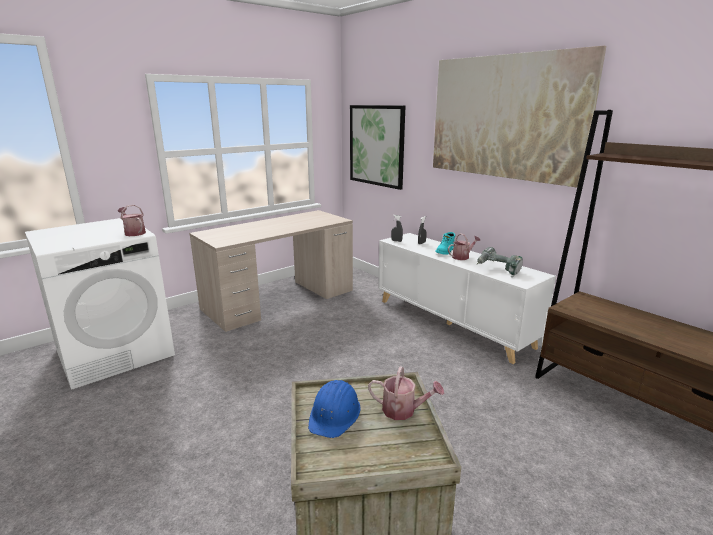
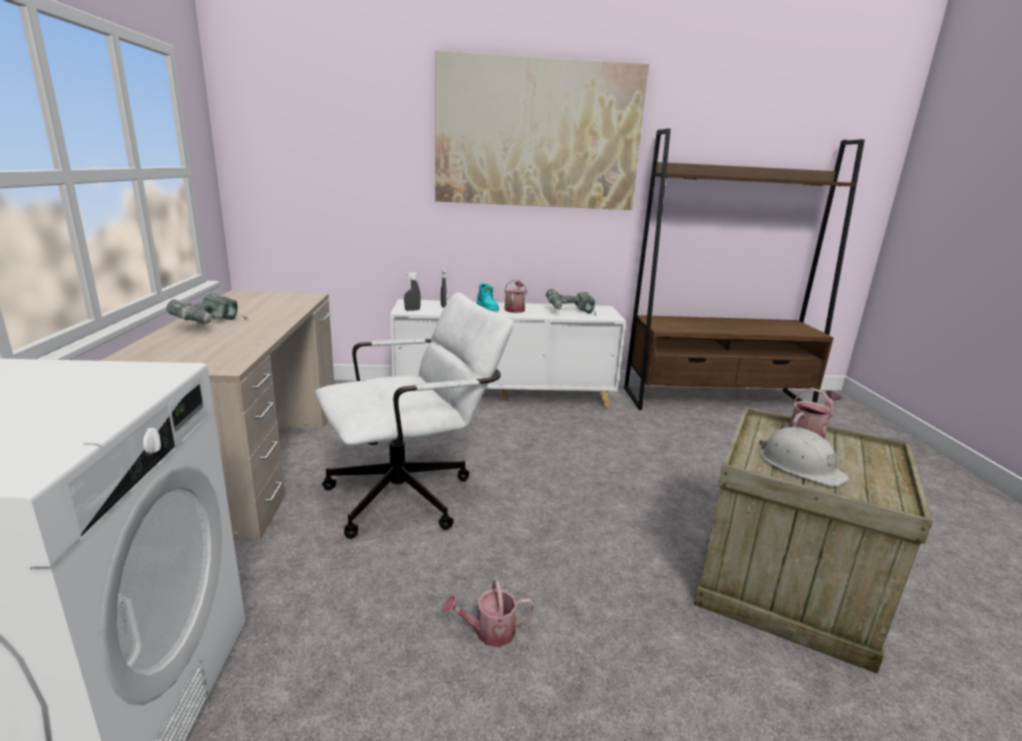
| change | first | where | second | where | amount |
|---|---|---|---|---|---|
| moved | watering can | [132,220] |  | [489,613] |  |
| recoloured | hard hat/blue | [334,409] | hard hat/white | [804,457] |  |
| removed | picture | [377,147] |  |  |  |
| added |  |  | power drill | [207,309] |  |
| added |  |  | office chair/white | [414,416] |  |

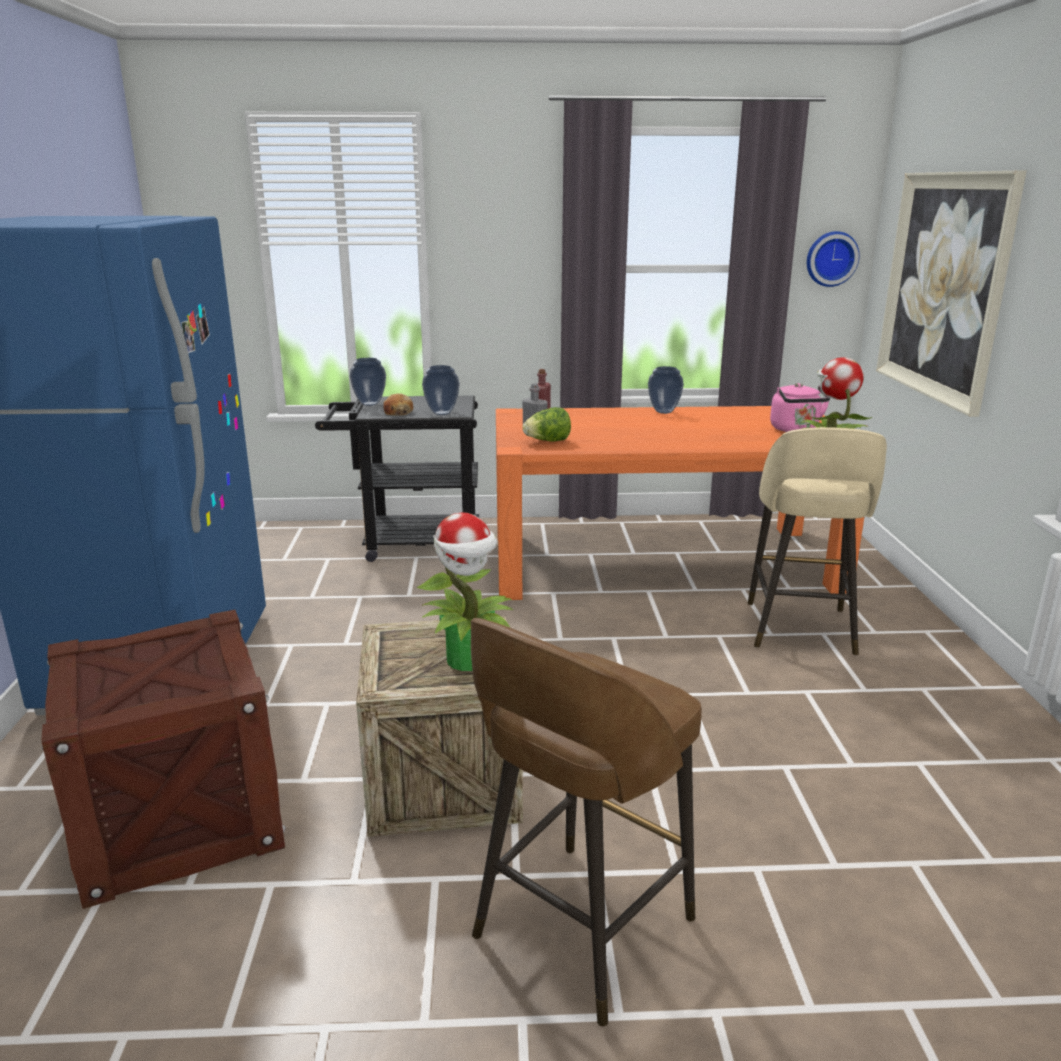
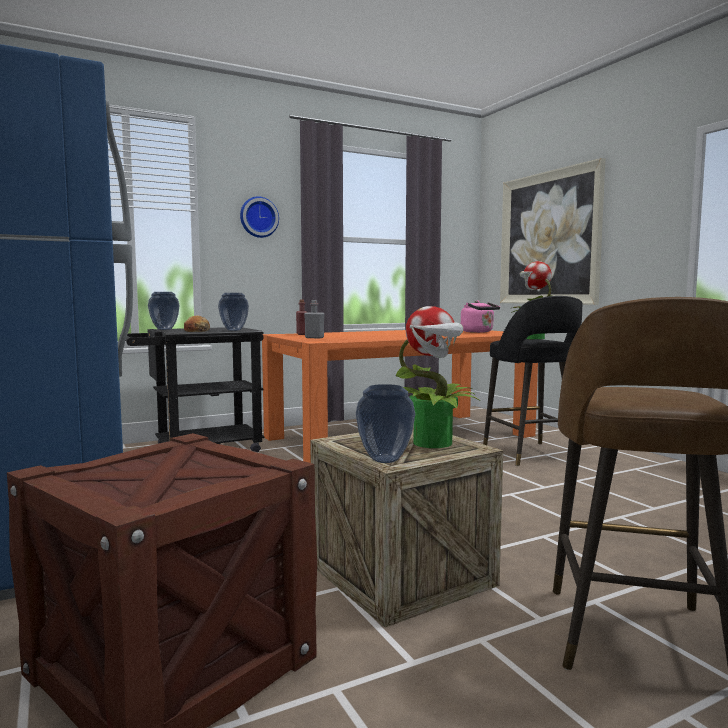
| change | first | where | second | where | amount |
|---|---|---|---|---|---|
| removed | lettuce | [546,424] |  |  |  |
| moved | vase | [666,390] |  | [385,423] |  |
| recoloured | stool/beige | [817,541] | stool/black | [533,381] |  |
| moved | wall clock | [833,259] |  | [259,217] |  |

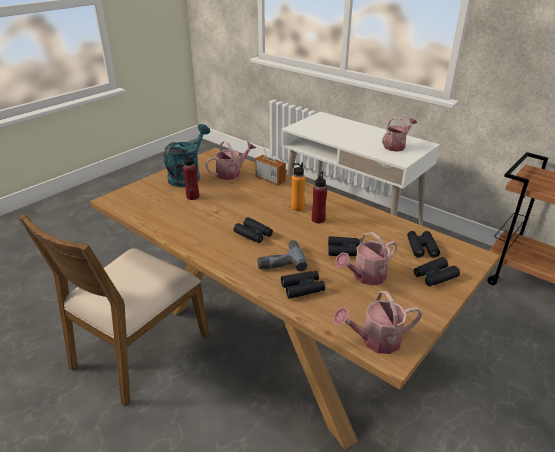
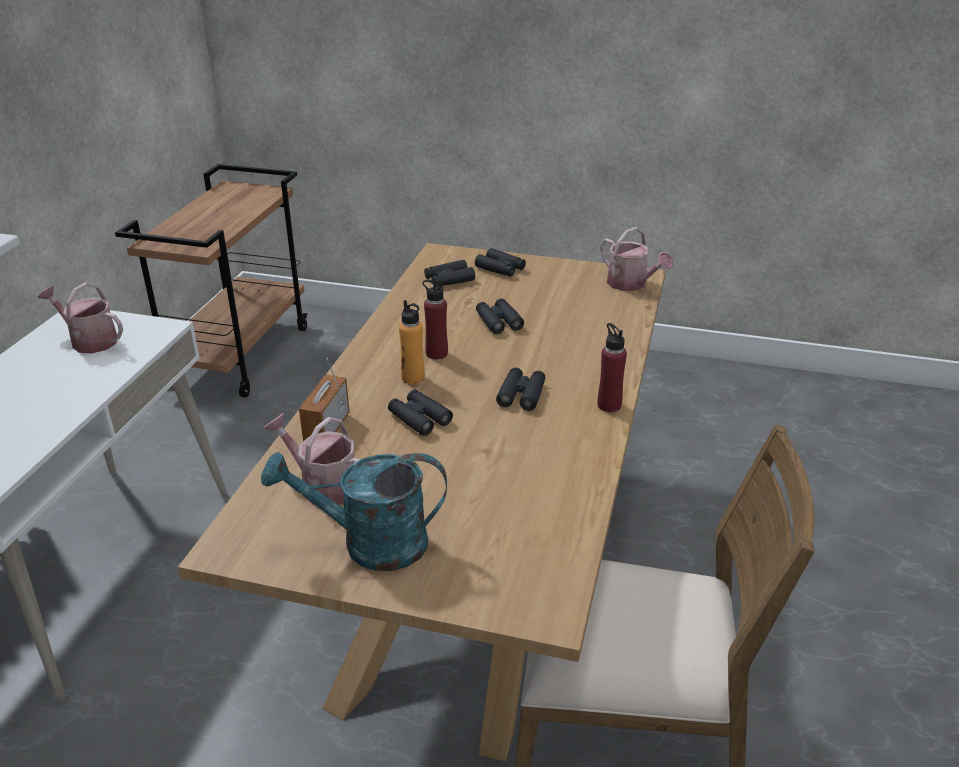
| change | first | where | second | where | amount |
|---|---|---|---|---|---|
| moved | bottle/red | [191,176] |  | [612,367] |  |
| removed | power drill | [283,255] |  |  |  |
| moved | binoculars/black | [303,285] |  | [420,413] |  |
| removed | watering can | [366,259] |  |  |  |

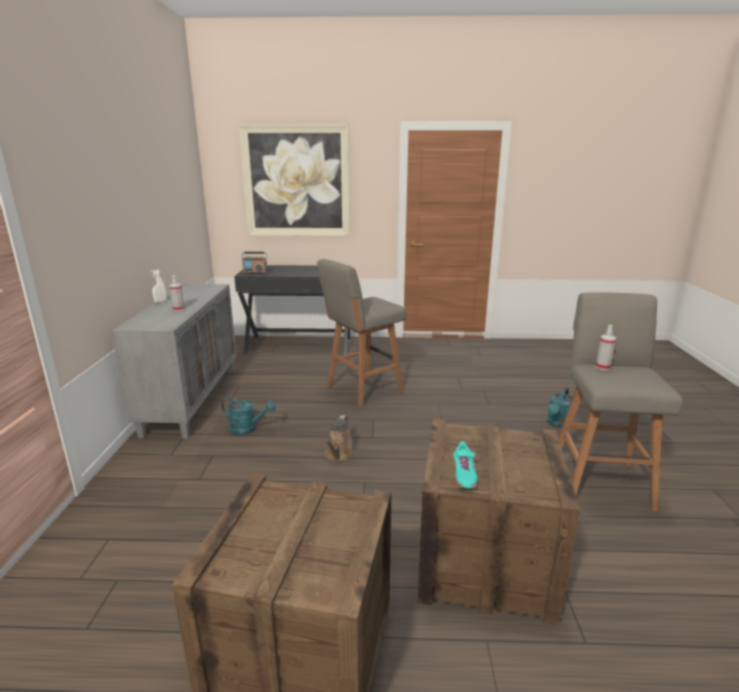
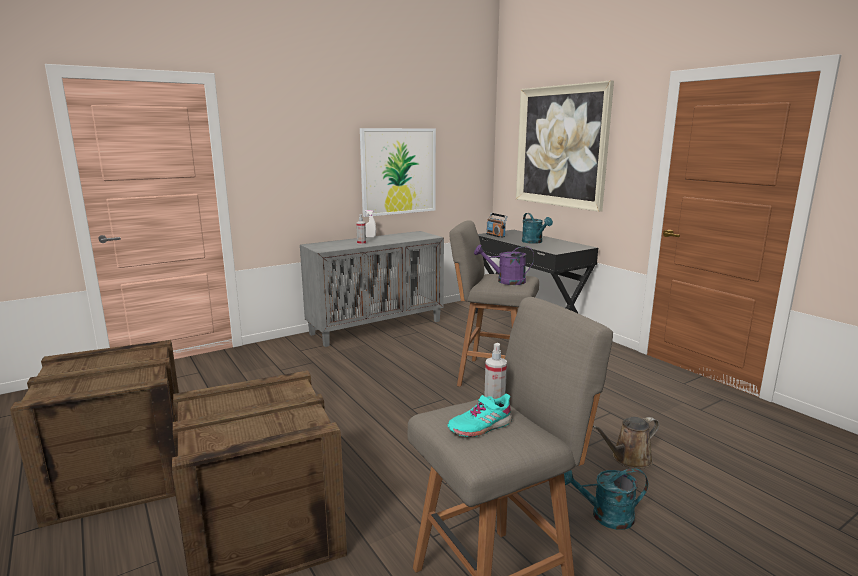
| change | first | where | second | where | amount |
|---|---|---|---|---|---|
| moved | watering can/turquoise | [249,416] |  | [537,228] |  |
| moved | watering can/brown | [340,438] |  | [626,442] |  |
| moved | shoe/turquoise | [465,465] |  | [479,415] |  |
| added |  |  | picture | [398,172] |  |
| added |  |  | watering can/purple | [504,265] |  |

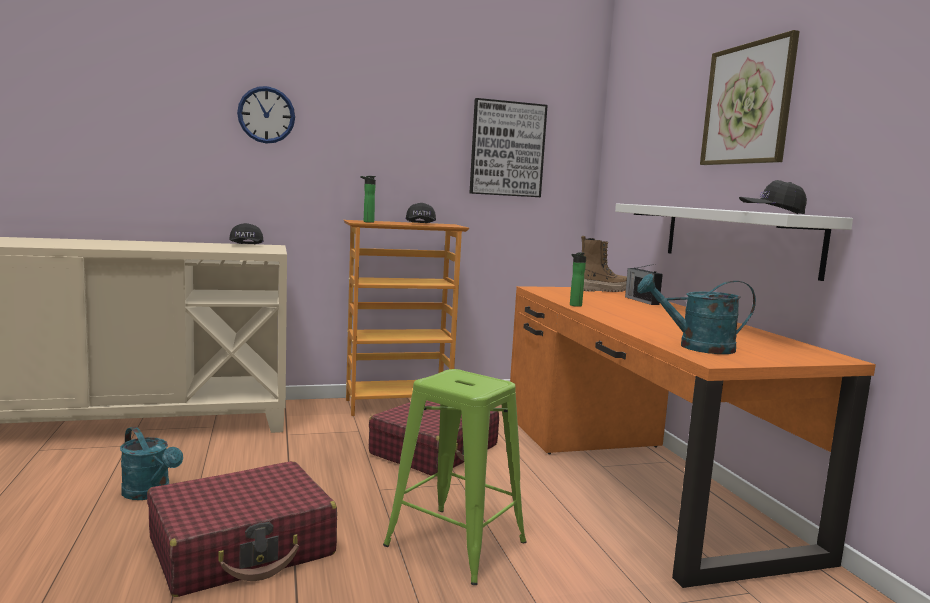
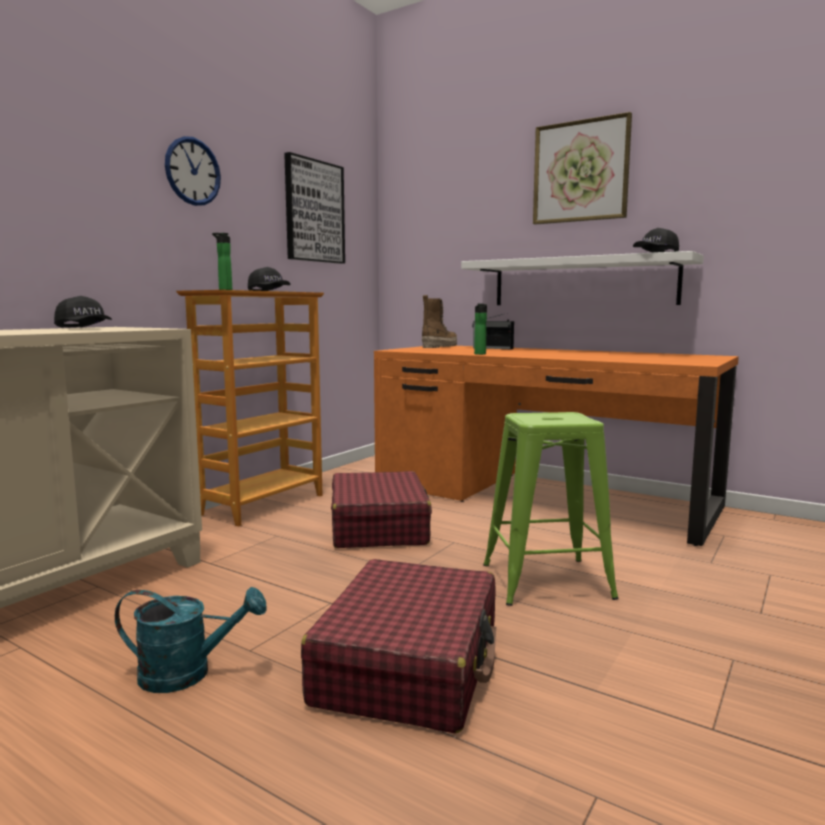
| change | first | where | second | where | amount |
|---|---|---|---|---|---|
| moved | wall clock | [266,115] |  | [193,171] |  |
| removed | watering can/turquoise | [696,314] |  |  |  |

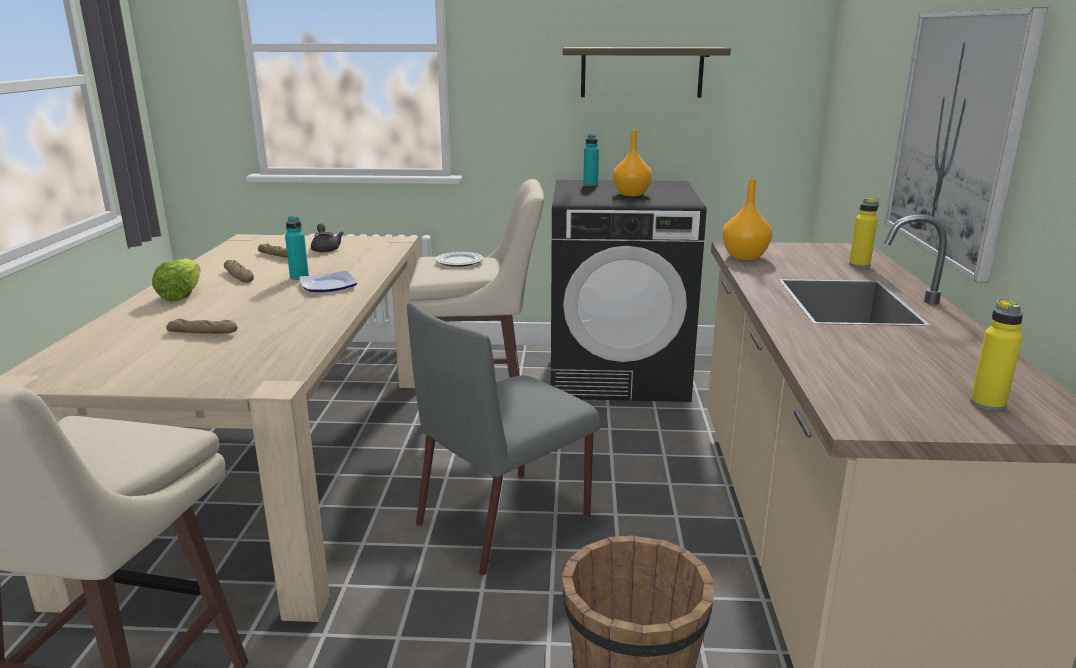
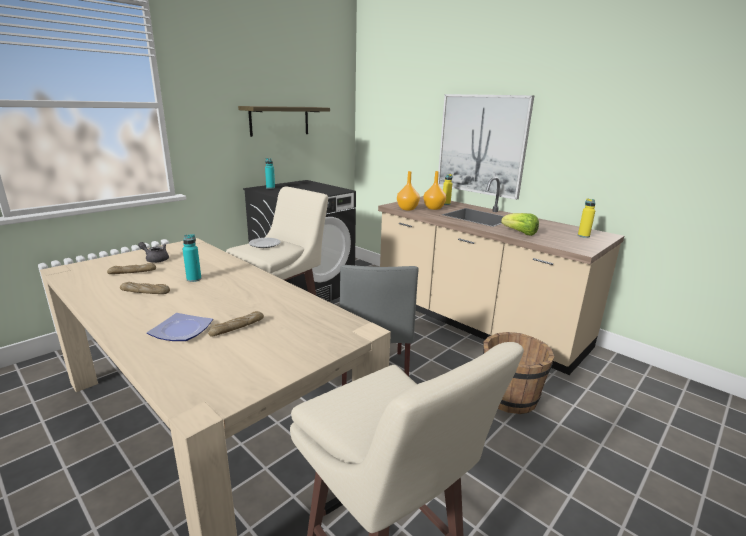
| change | first | where | second | where | amount |
|---|---|---|---|---|---|
| moved | lettuce | [176,279] |  | [520,224] |  |
| moved | plate | [328,281] |  | [180,327] |  |
| moved | vase/orange | [632,163] |  | [435,190] |  |

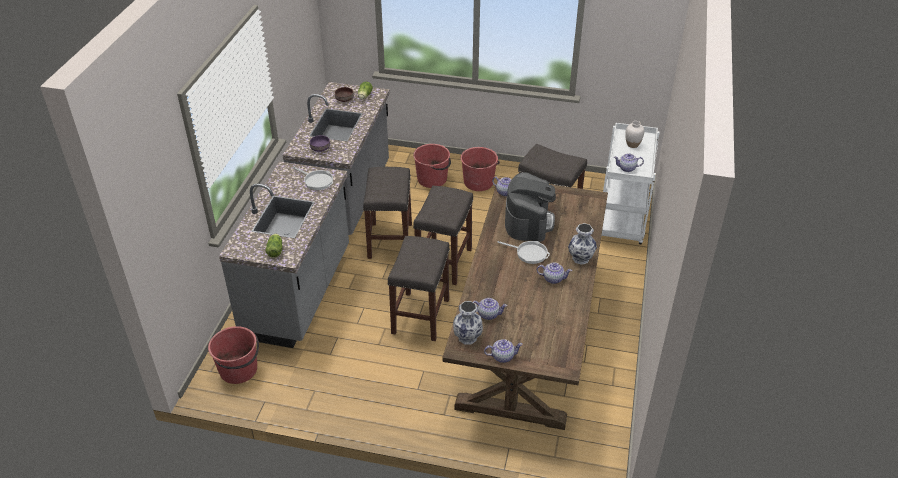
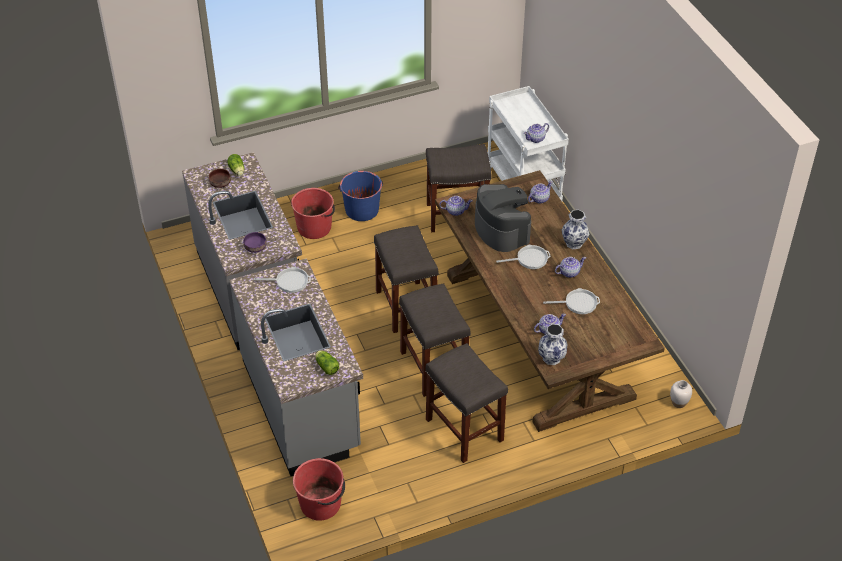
| change | first | where | second | where | amount |
|---|---|---|---|---|---|
| moved | stool/grey | [387,213] |  | [466,403] |  |
| recoloured | bucket/red | [480,169] | bucket/blue | [360,196] |  |
| moved | teapot | [503,351] |  | [540,192] |  |
| moved | vase/white | [634,134] |  | [681,394] |  |
| added |  |  | frying pan | [571,301] |  |

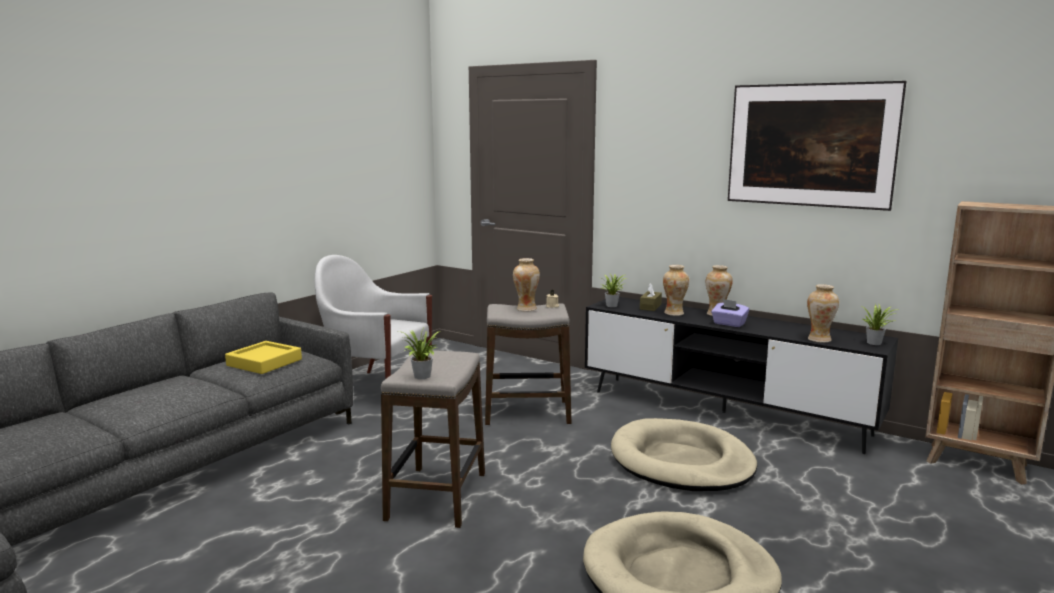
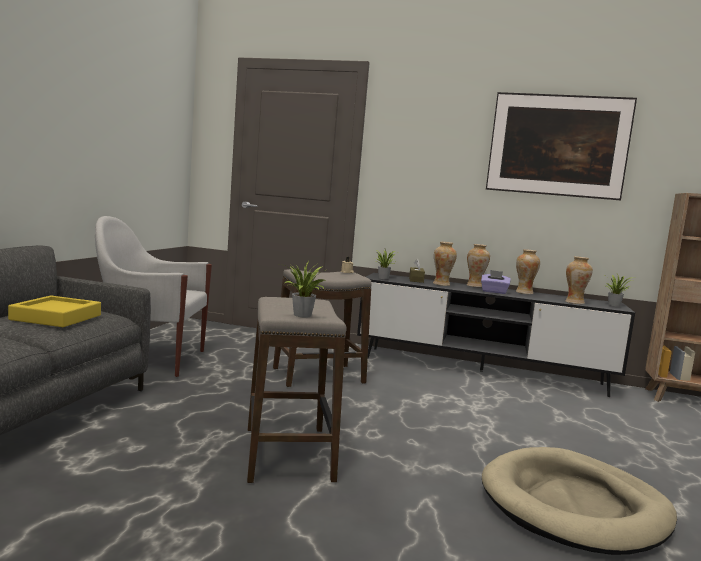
| change | first | where | second | where | amount |
|---|---|---|---|---|---|
| moved | vase | [526,284] |  | [528,271] |  |
| removed | dog bed/beige | [684,454] |  |  |  |

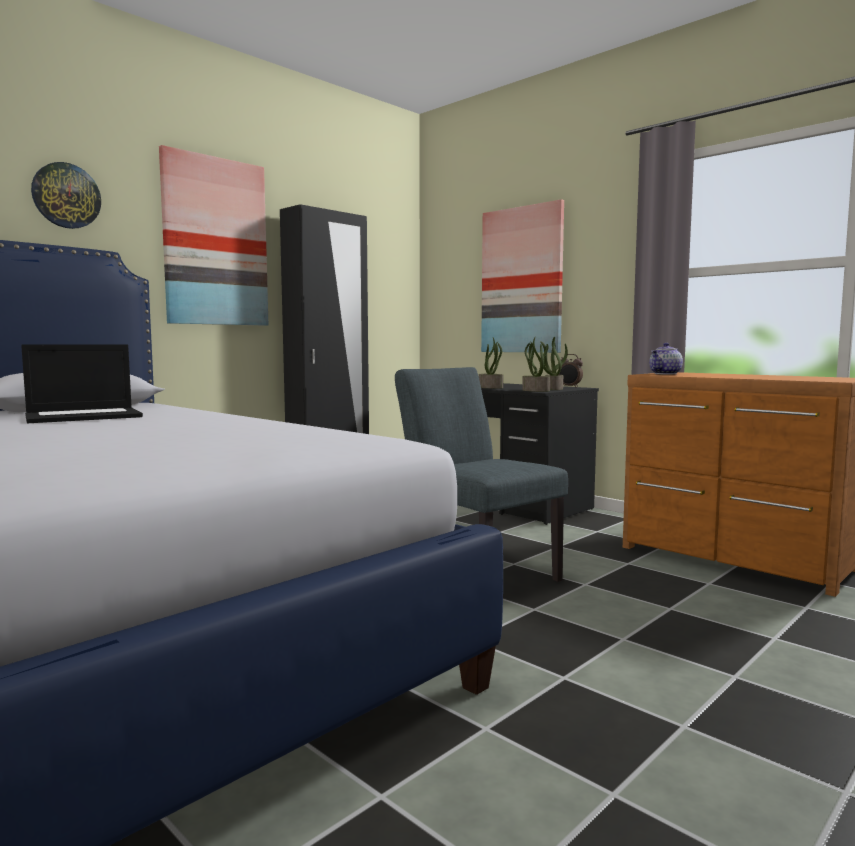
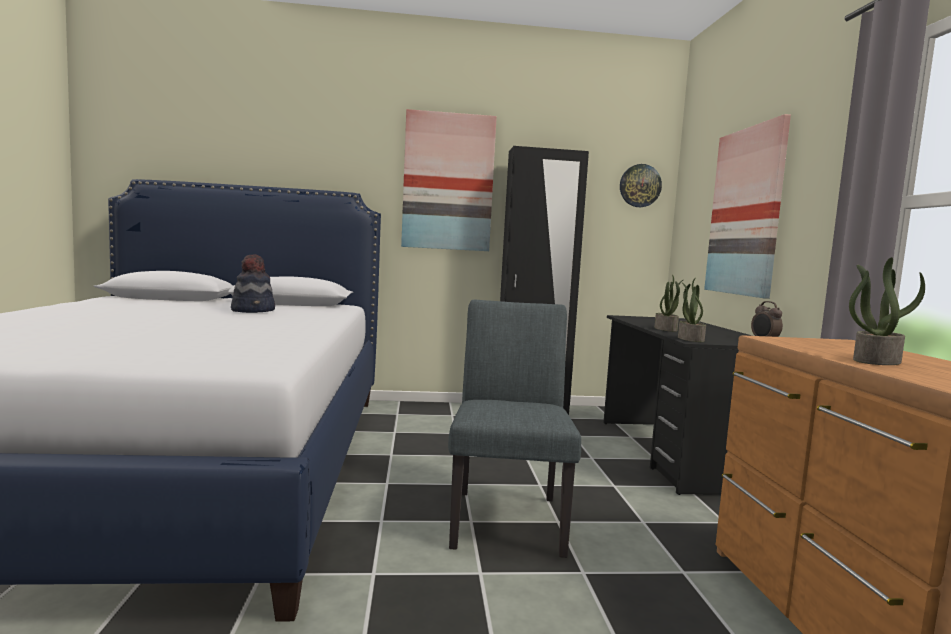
| change | first | where | second | where | amount |
|---|---|---|---|---|---|
| replaced | laptop | [82,383] | hat | [253,283] |  |
| moved | wall clock | [66,195] |  | [641,185] |  |
| moved | potted plant | [554,363] |  | [887,311] |  |
| removed | teapot | [666,359] |  |  |  |

